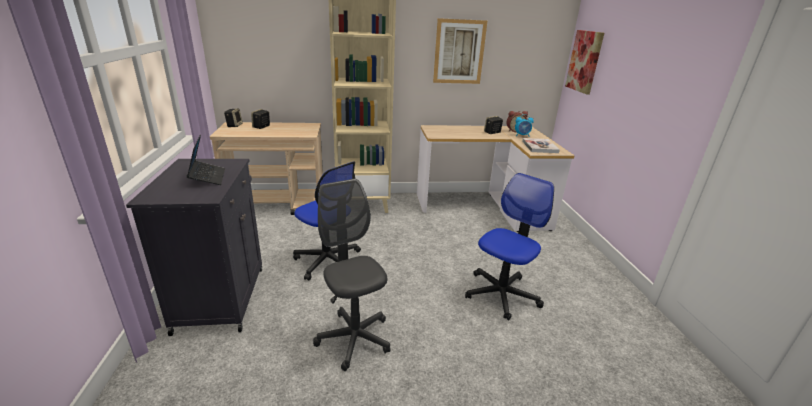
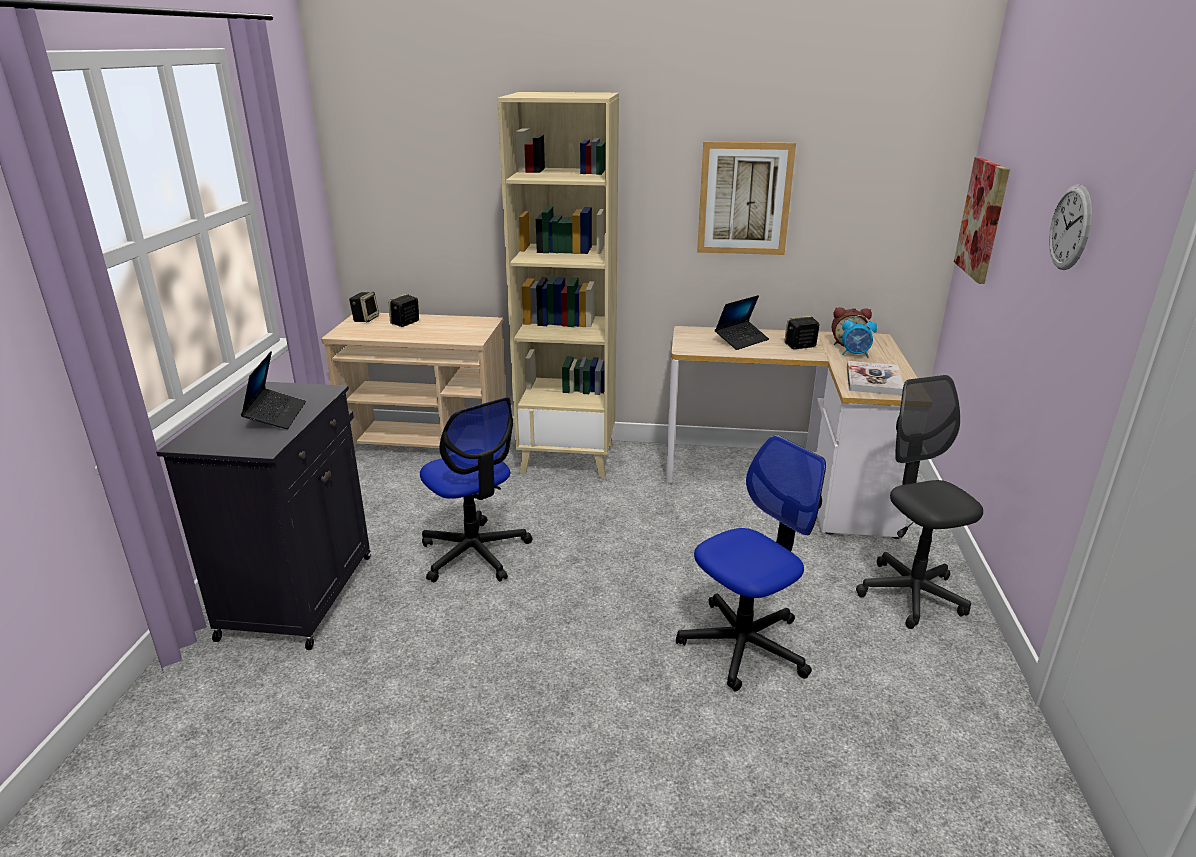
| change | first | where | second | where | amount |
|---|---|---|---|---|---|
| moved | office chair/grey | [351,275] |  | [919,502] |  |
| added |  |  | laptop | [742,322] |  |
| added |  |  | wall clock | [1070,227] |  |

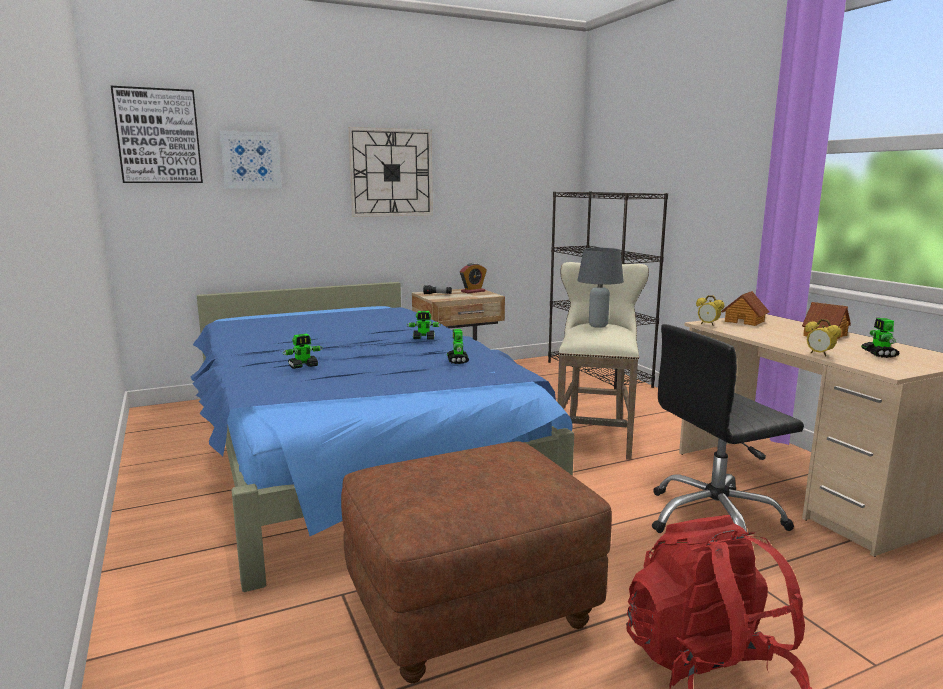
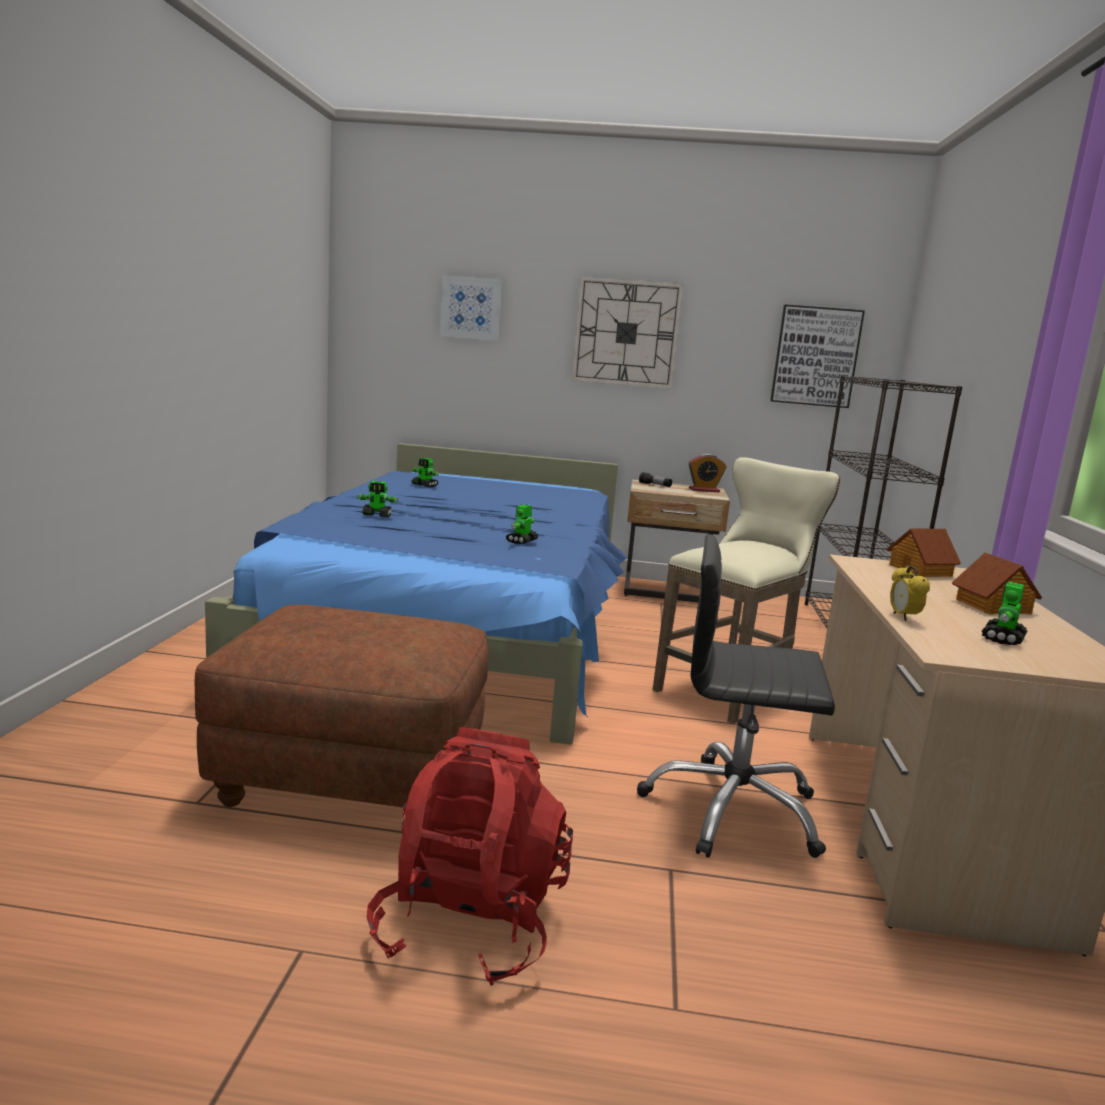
| change | first | where | second | where | amount |
|---|---|---|---|---|---|
| moved | picture | [157,134] |  | [817,356] |  |
| moved | toy robot | [424,325] |  | [425,472] |  |
| removed | table lamp/grey | [600,288] |  |  |  |
| removed | alarm clock | [710,310] |  |  |  |

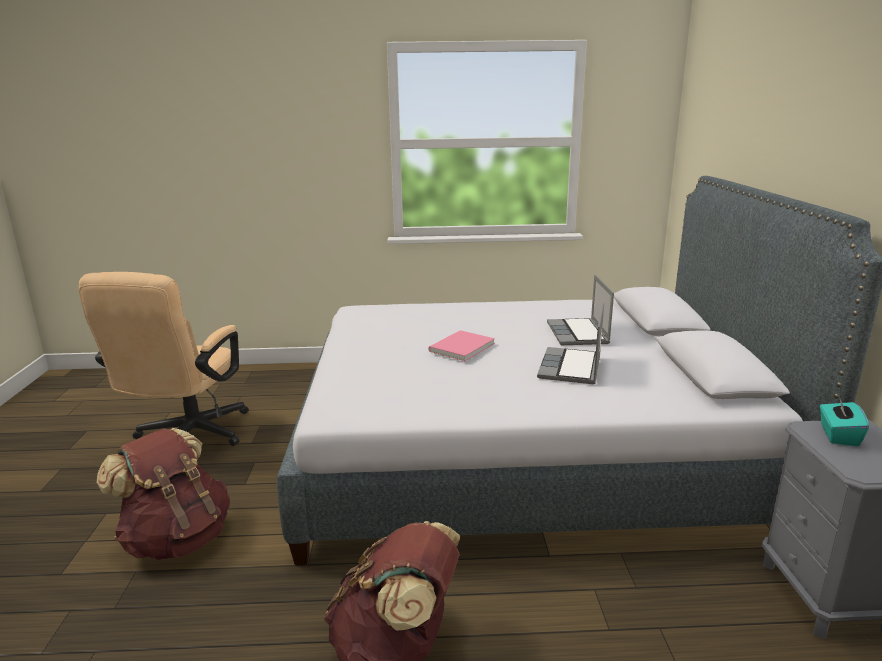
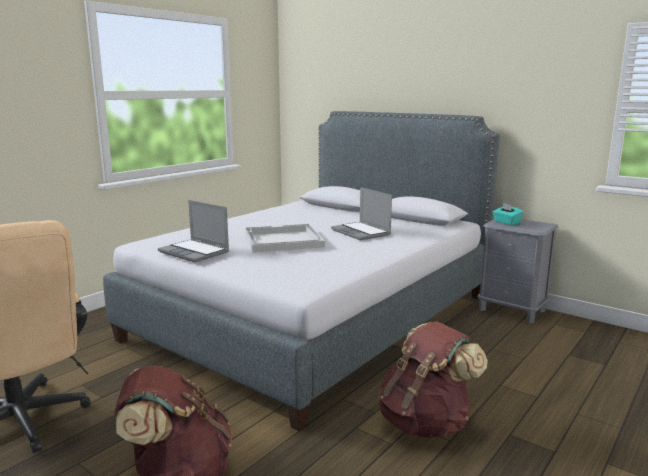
| change | first | where | second | where | amount |
|---|---|---|---|---|---|
| replaced | book/pink | [461,345] | tray/white | [285,238] |  |
| moved | laptop | [580,310] |  | [193,231] |  |

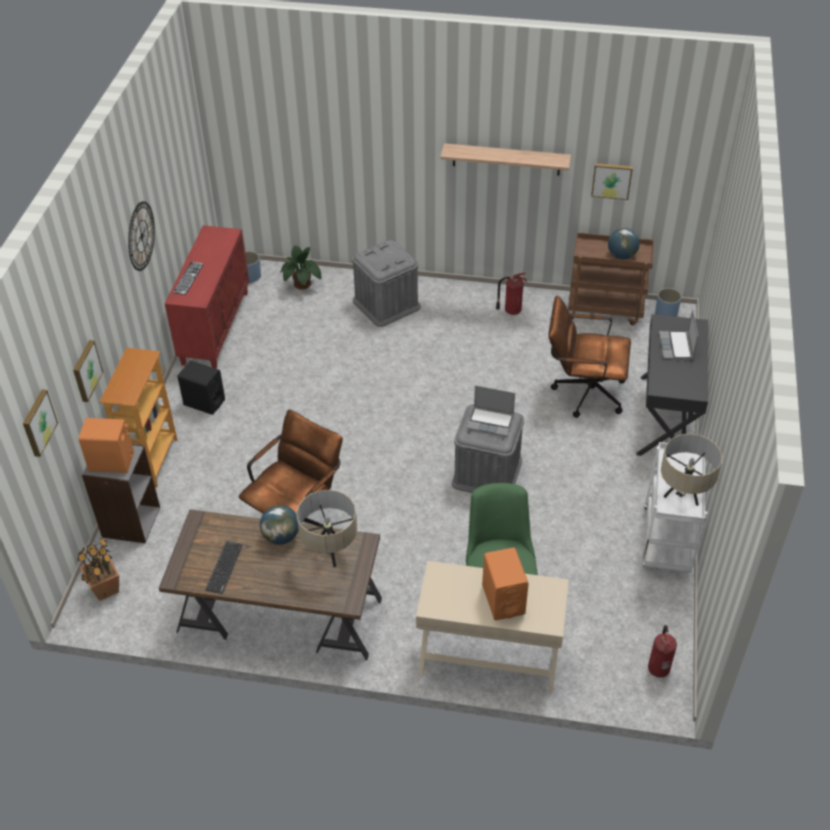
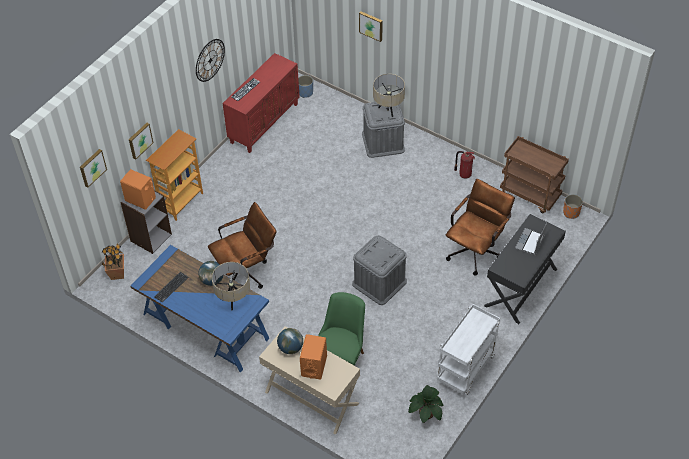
| change | first | where | second | where | amount |
|---|---|---|---|---|---|
| recoloured | desk/brown | [270,584] | desk/blue | [200,309] |  |
| removed | speaker/black | [201,387] |  |  |  |
| moved | potted plant | [301,267] |  | [425,404] |  |
| removed | shelf | [505,159] |  |  |  |
| removed | laptop | [491,411] |  |  |  |
| turned | office chair/brown | [589,357] |  | [480,227] | 90 degrees clockwise |
| moved | picture | [612,181] |  | [371,26] |  |
| moved | globe | [624,244] |  | [290,341] |  |
| removed | fire extinguisher | [662,651] |  |  |  |
| recoloured | planter/blue | [668,302] | planter/orange | [573,206] |  |
| moved | table lamp/beige | [691,470] |  | [389,95] |  |

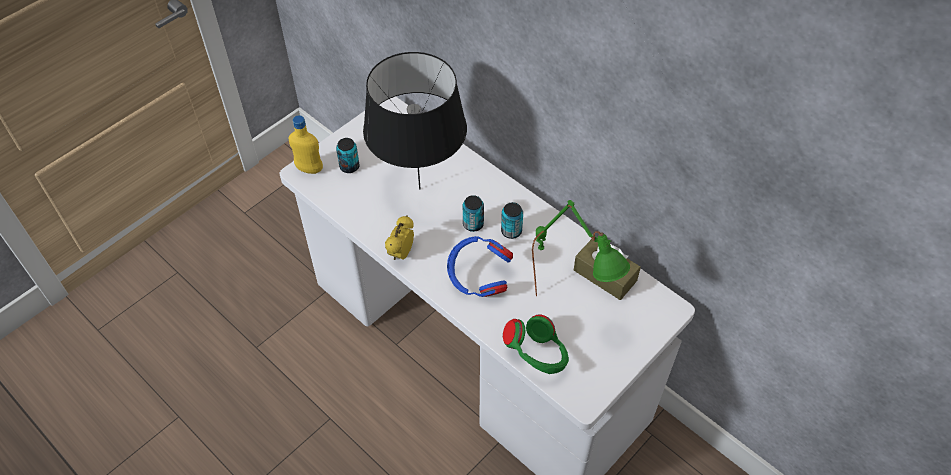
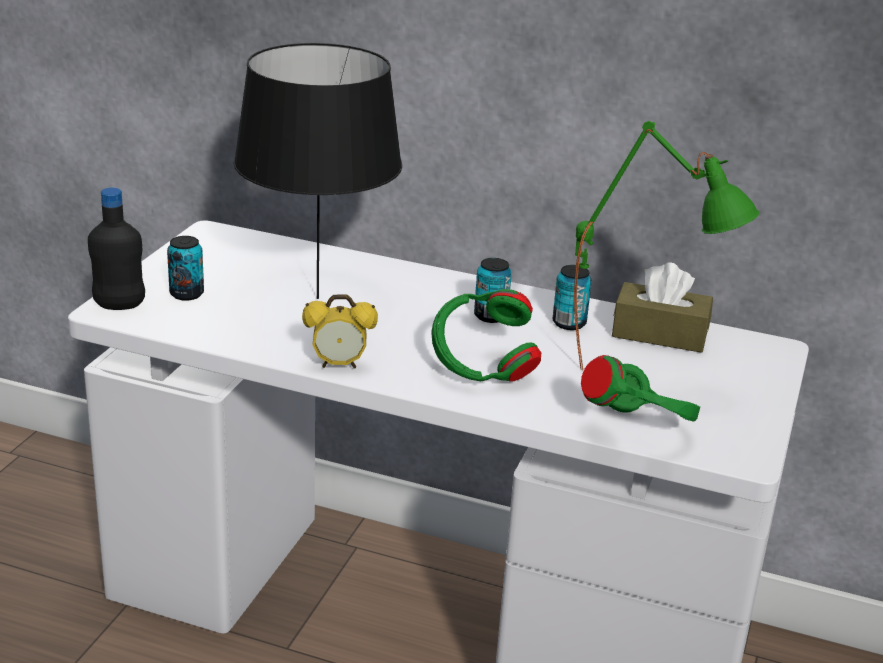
| change | first | where | second | where | amount |
|---|---|---|---|---|---|
| recoloured | bottle/yellow | [306,144] | bottle/black | [116,249] |  |
| turned | alarm clock | [399,237] |  | [340,331] | 90 degrees counterclockwise |
| recoloured | headphones/blue | [480,266] | headphones/green | [486,335] |  |
| moved | can | [473,213] |  | [572,297] |  |

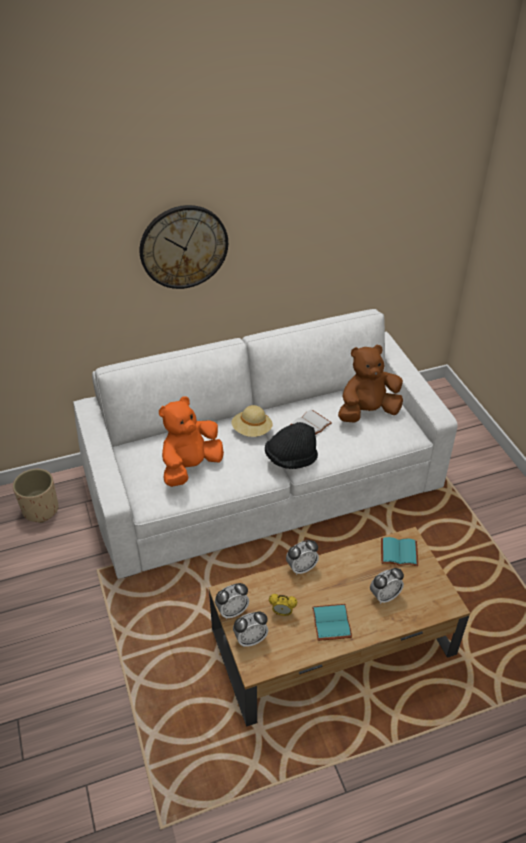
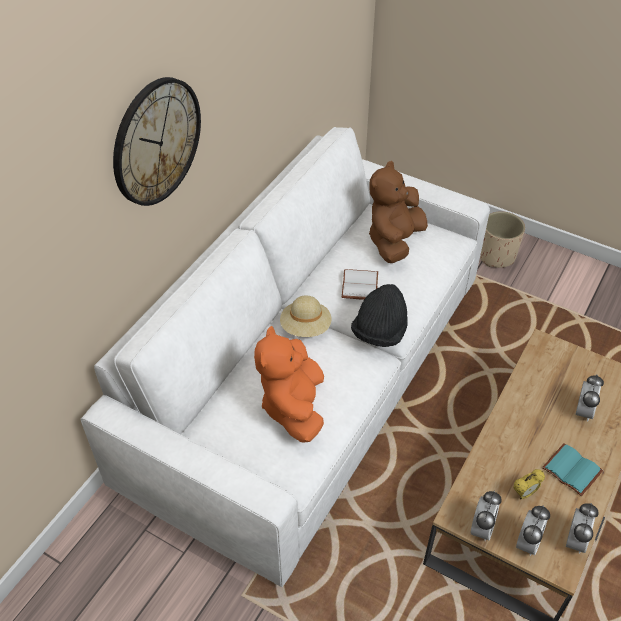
| change | first | where | second | where | amount |
|---|---|---|---|---|---|
| moved | planter/beige | [36,496] |  | [502,239] |  |
| moved | alarm clock | [302,557] |  | [582,528] |  |
| removed | book/turquoise | [399,551] |  |  |  |

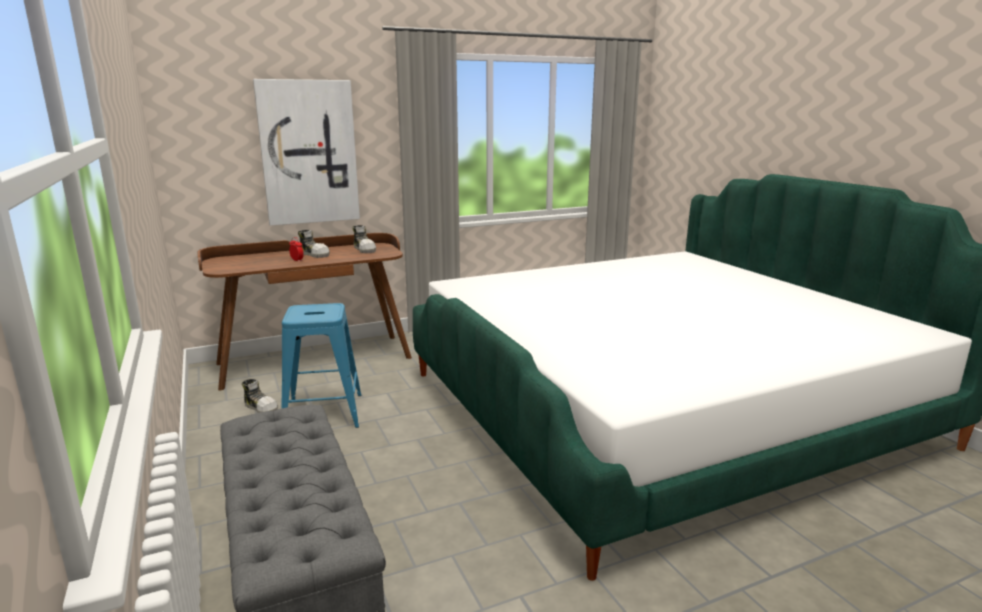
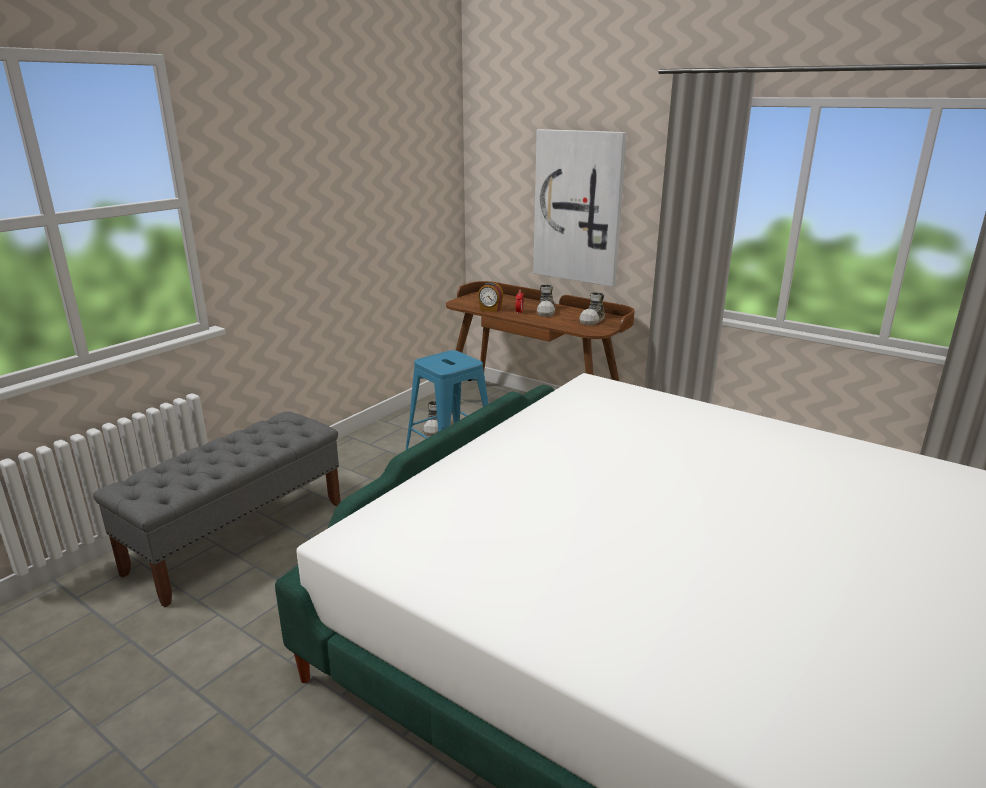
| change | first | where | second | where | amount |
|---|---|---|---|---|---|
| added |  |  | alarm clock | [491,297] |  |

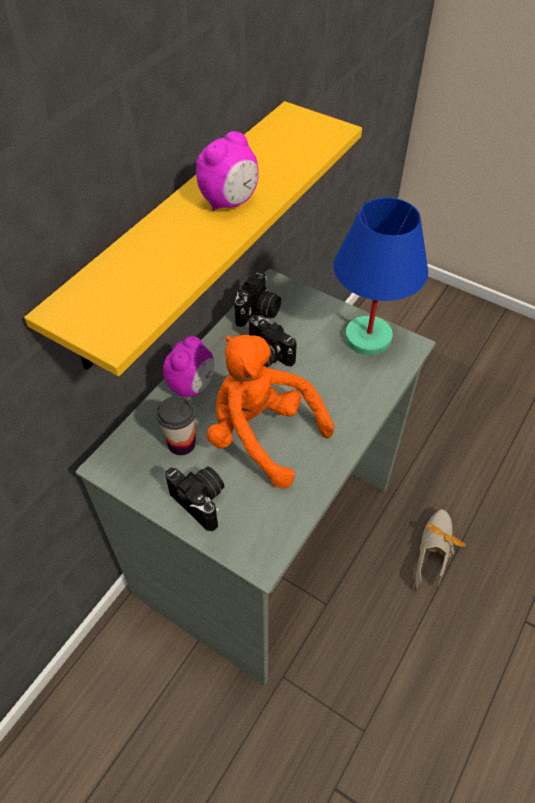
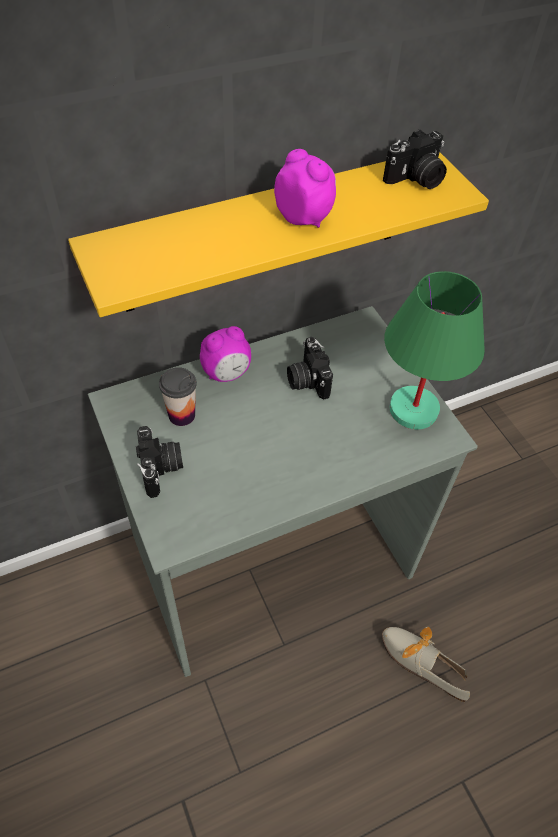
| change | first | where | second | where | amount |
|---|---|---|---|---|---|
| turned | alarm clock | [227,171] |  | [305,188] | 120 degrees counterclockwise |
| removed | plush toy/orange | [270,411] |  |  |  |
| moved | photo camera | [257,299] |  | [415,159] |  |
| recoloured | table lamp/blue | [381,276] | table lamp/green | [434,350] |  |
| turned | shoe | [440,550] |  | [426,664] | 105 degrees counterclockwise |

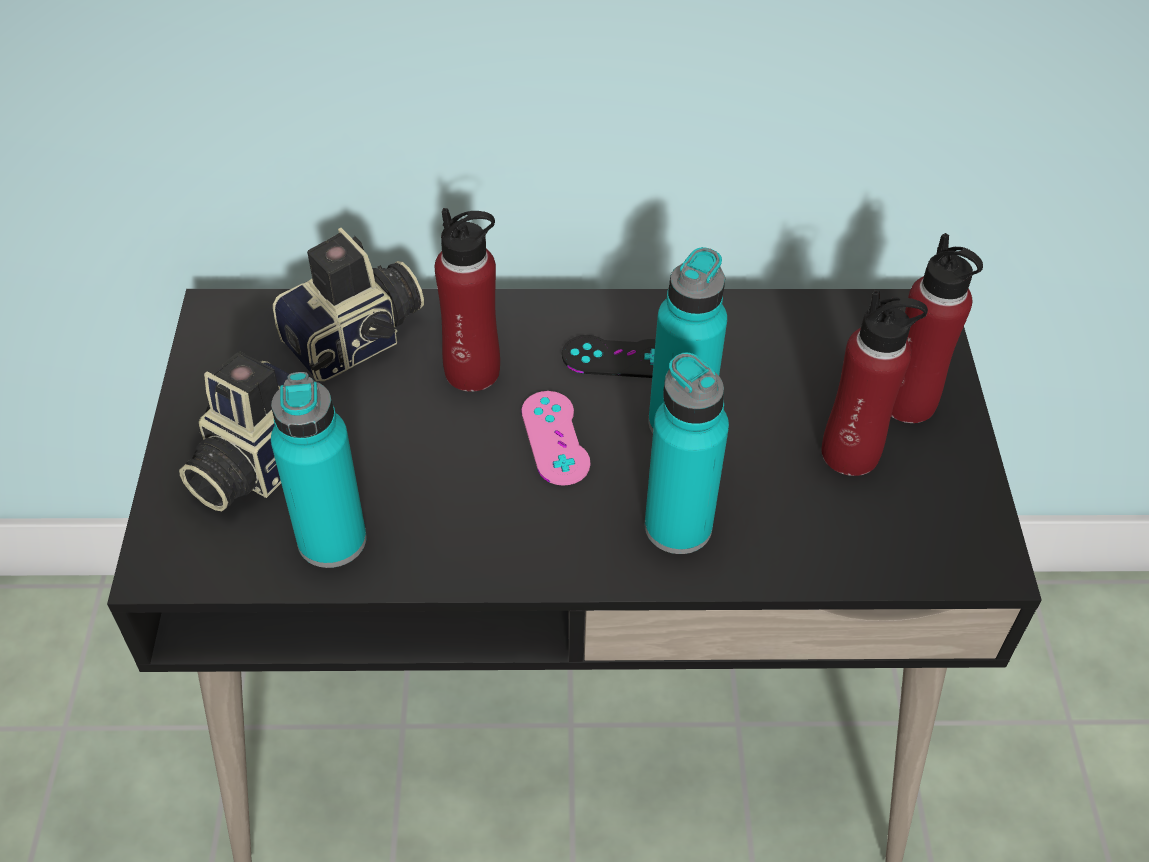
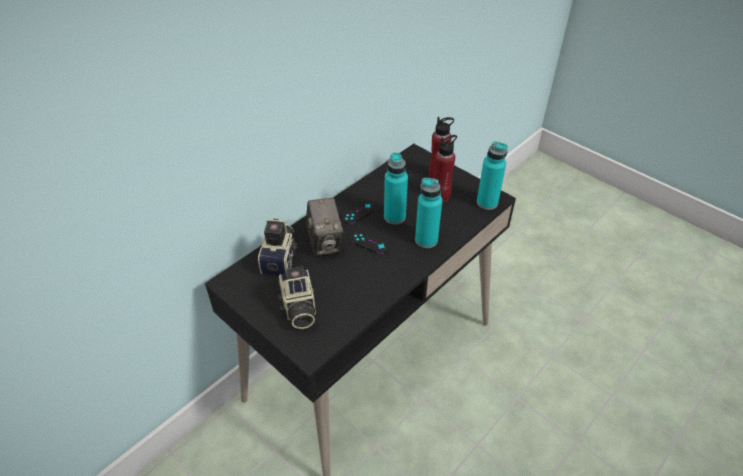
| change | first | where | second | where | amount |
|---|---|---|---|---|---|
| moved | bottle/turquoise | [319,470] |  | [492,175] |  |
| replaced | bottle/red | [467,300] | photo camera | [324,227] |  |
| recoloured | game controller/pink | [555,438] | game controller/black | [370,242] |  |

